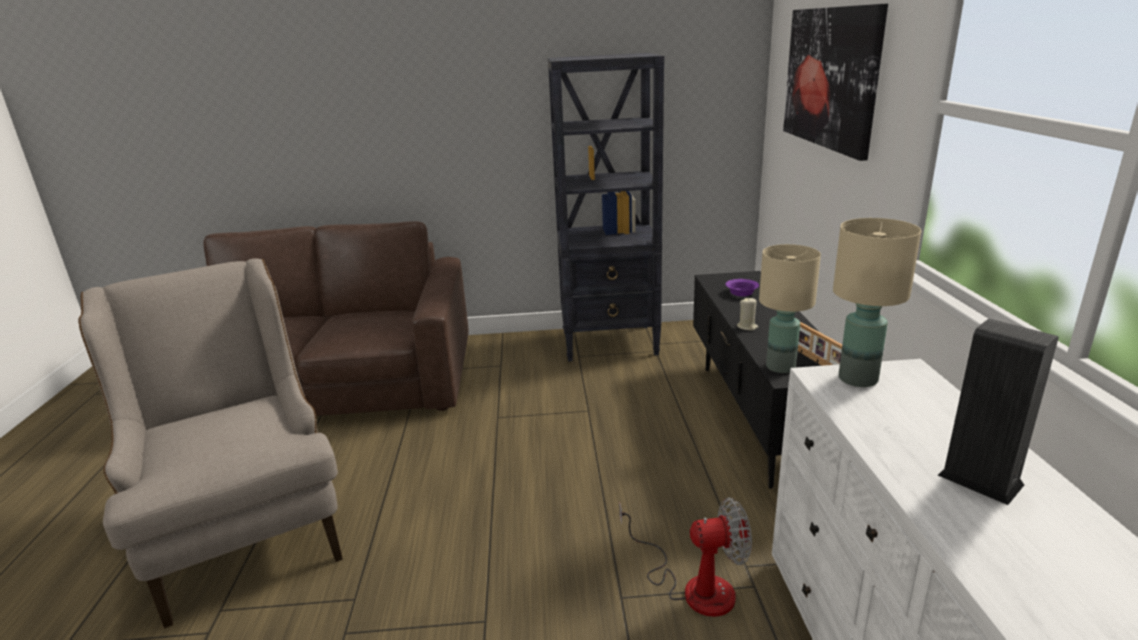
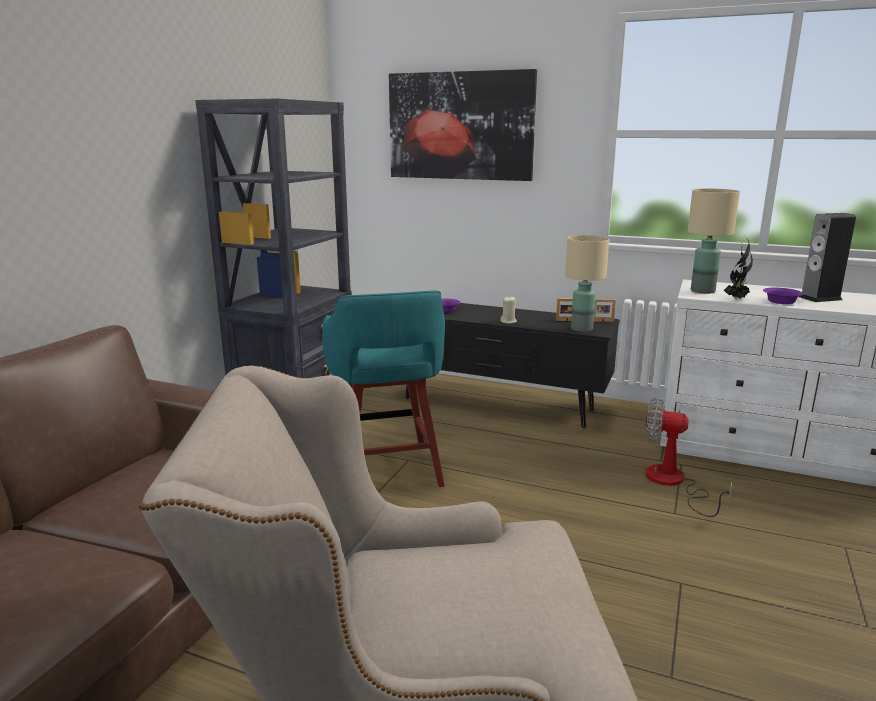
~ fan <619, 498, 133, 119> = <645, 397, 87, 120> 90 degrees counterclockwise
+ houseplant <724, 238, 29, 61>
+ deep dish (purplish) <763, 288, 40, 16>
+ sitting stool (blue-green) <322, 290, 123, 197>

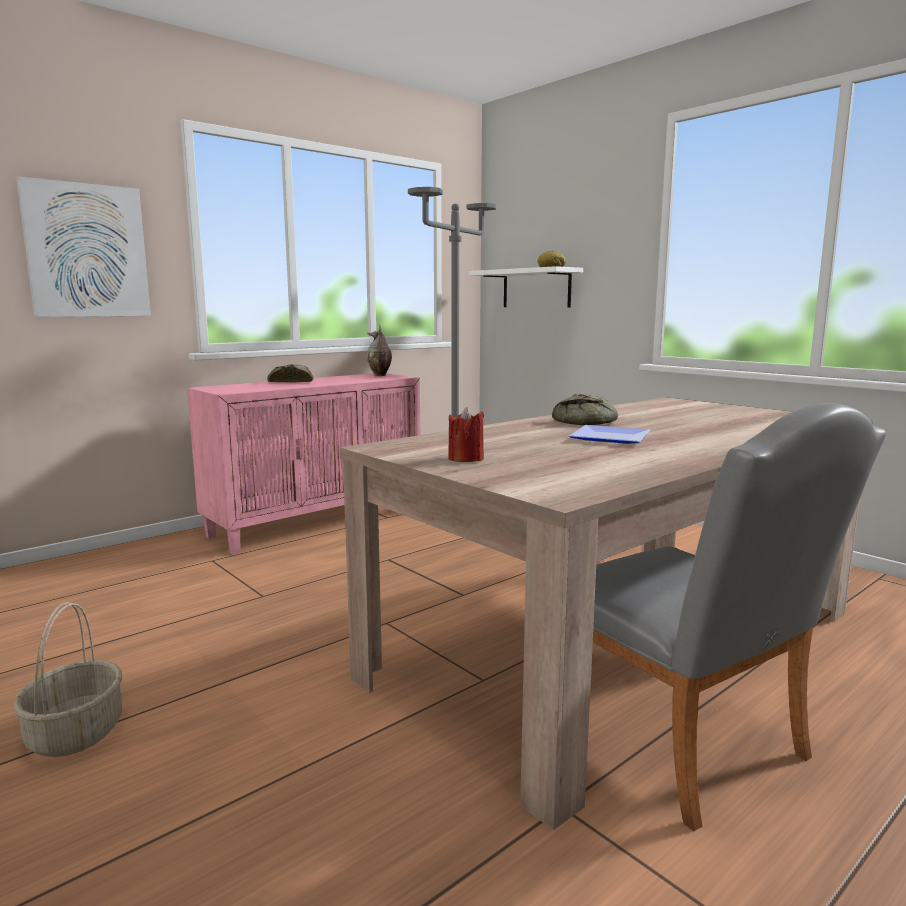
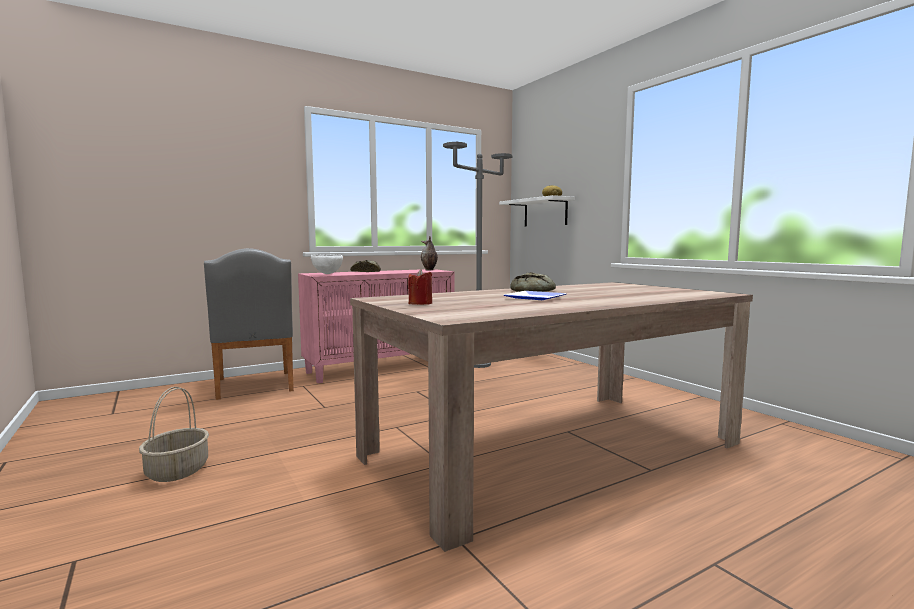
- wall picture <16, 176, 135, 141>
~ upright chair (gray) <593, 403, 293, 428> to <204, 248, 90, 152>
+ deep dish (white) <311, 254, 32, 20>

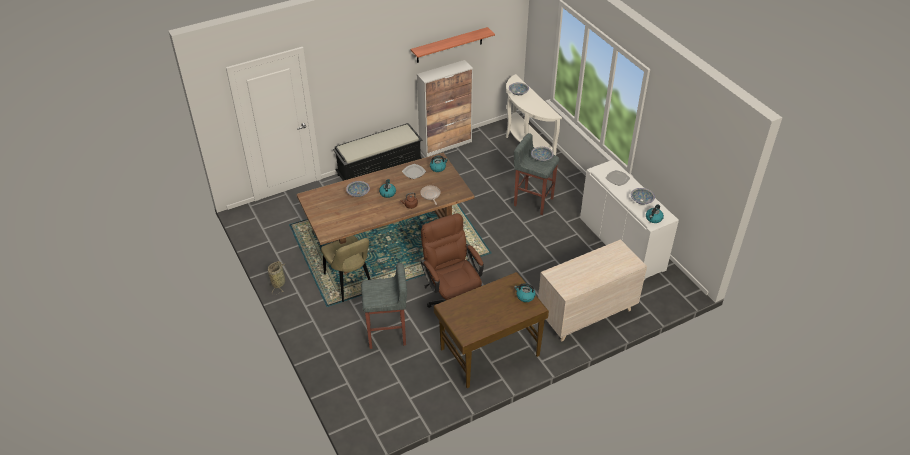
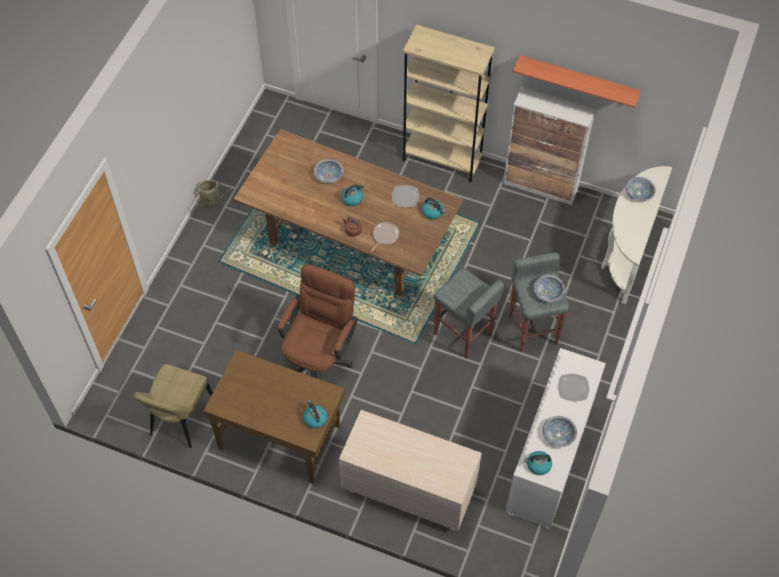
~ long seat (black) <333, 123, 89, 58> to bookcase (sand-coloured) <402, 25, 93, 157>
~ upright chair (sand-coloured) <321, 235, 50, 67> to <134, 364, 79, 84>
~ sitting stool (gray) <361, 263, 46, 86> to <434, 268, 70, 91>

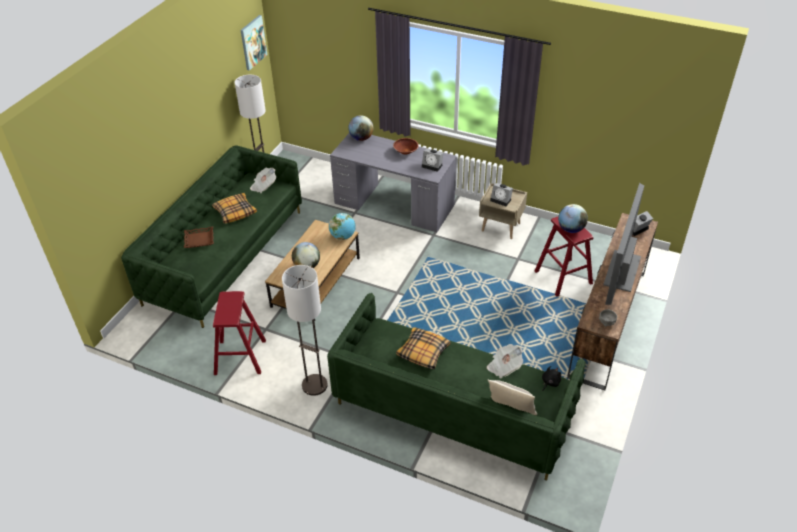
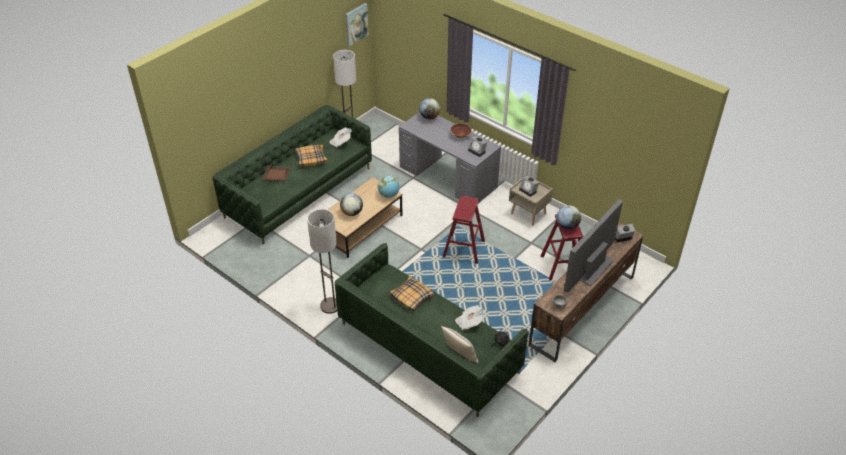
~ sitting stool (red) <213, 291, 53, 84> to <443, 196, 42, 68>

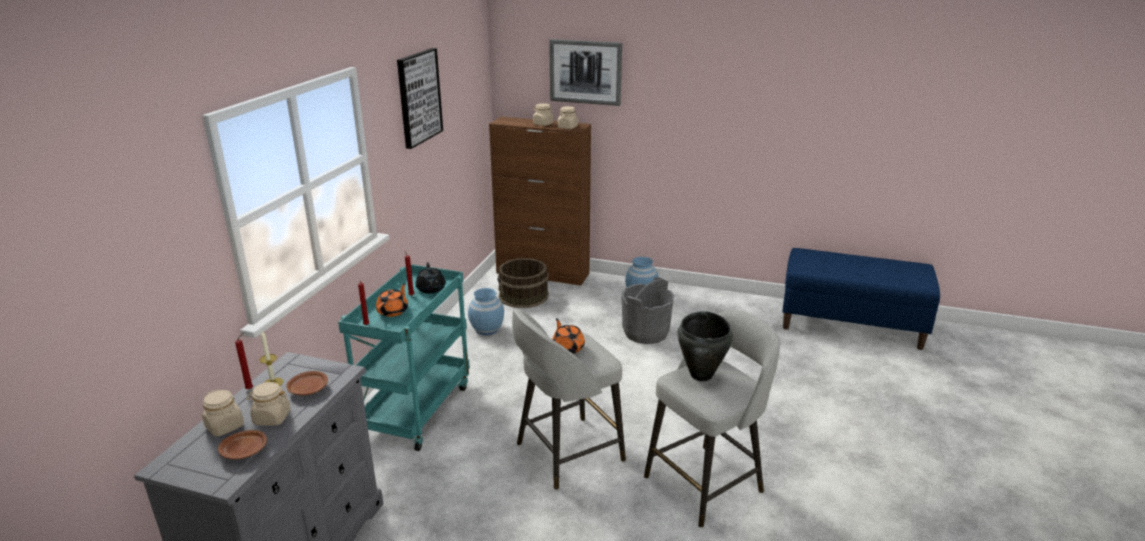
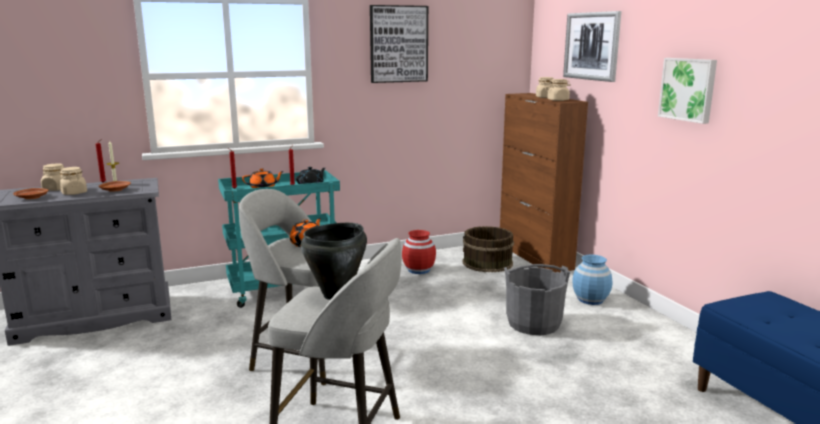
~ flower vase (blue) <468, 288, 36, 47> to flower vase (red) <402, 230, 34, 44>
+ wall picture <658, 58, 59, 66>

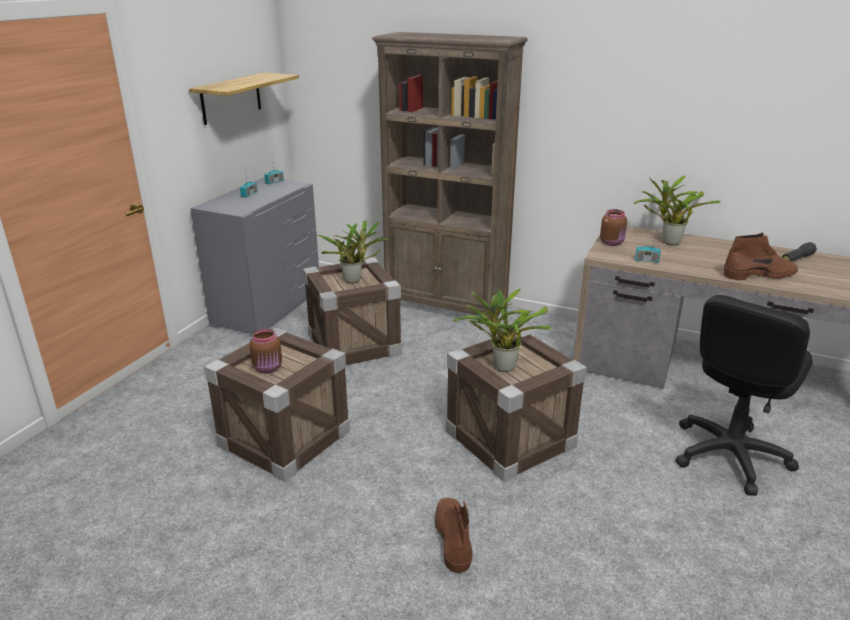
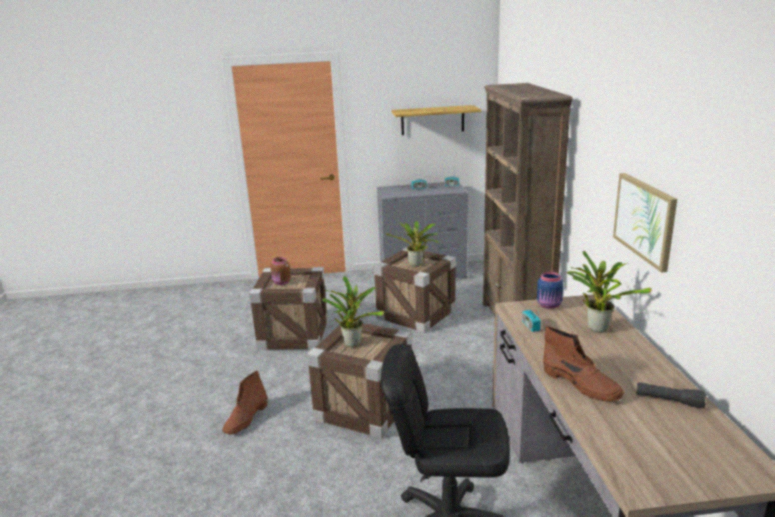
~ storage jar (brownish) <600, 209, 27, 37> to storage jar (blue) <537, 272, 26, 37>
~ boot (brownish) <435, 498, 38, 75> = <223, 371, 45, 64> 150 degrees clockwise
+ wall picture <613, 173, 64, 100>

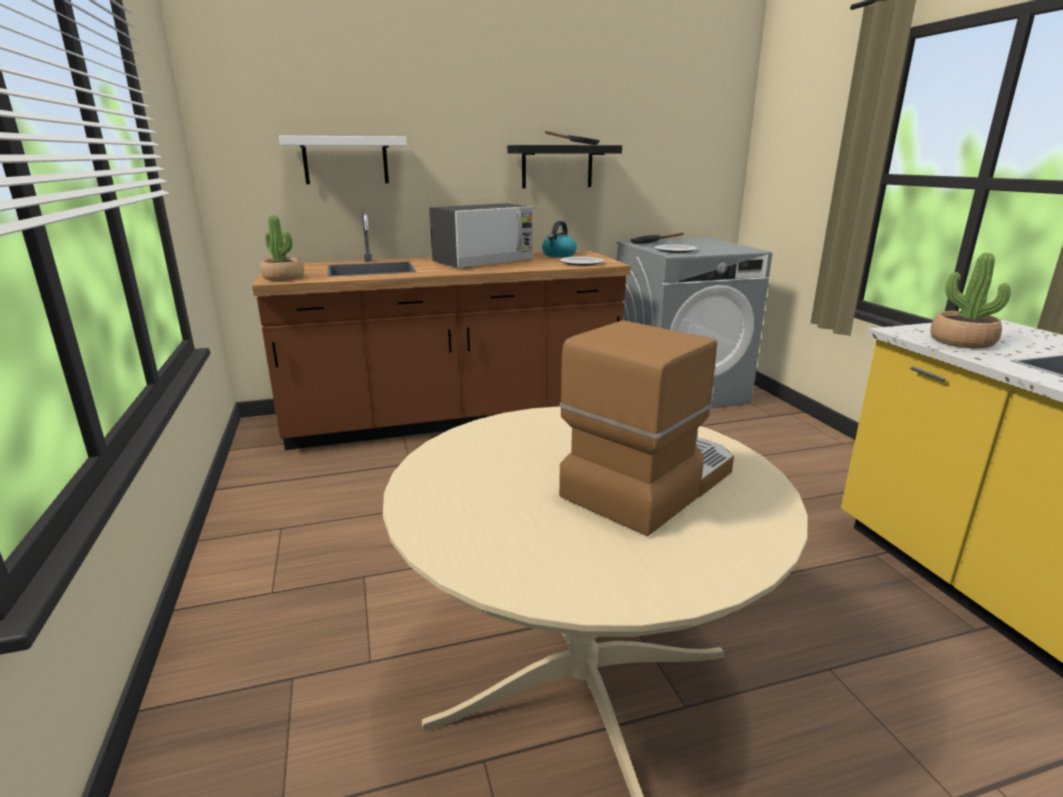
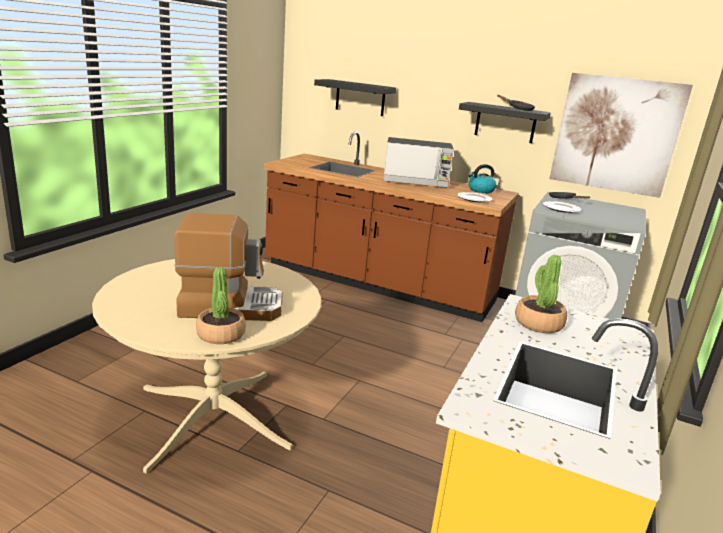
~ bracket shelf (white) <279, 136, 128, 48> to bracket shelf (black) <314, 79, 82, 37>
~ houseplant <260, 215, 44, 66> to <196, 267, 50, 77>
+ wall picture <549, 73, 144, 125>

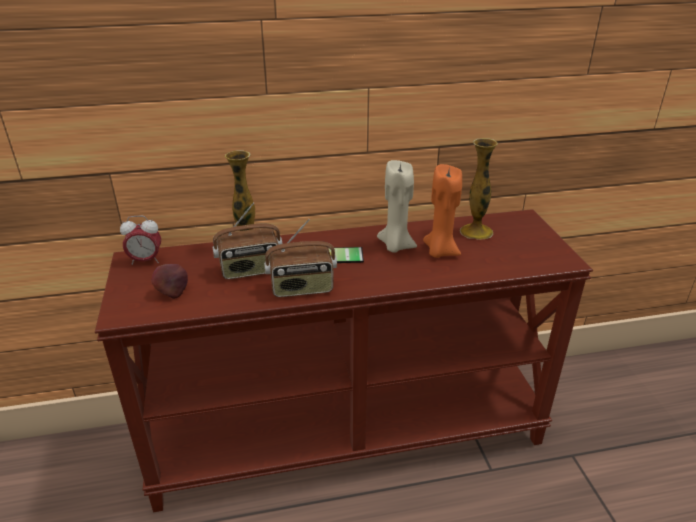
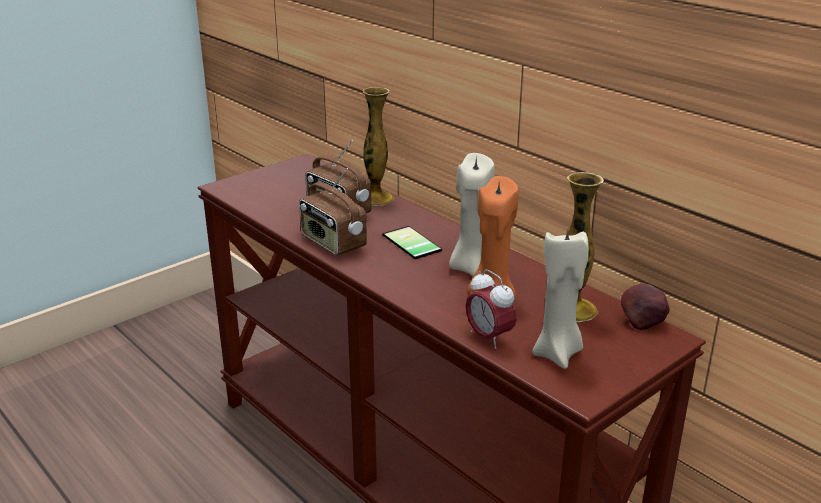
~ alarm clock <120, 215, 41, 50> to <466, 270, 51, 79>
~ whole apple <151, 264, 37, 35> to <621, 283, 49, 47>
+ wax light (sand-coloured) <532, 230, 57, 139>

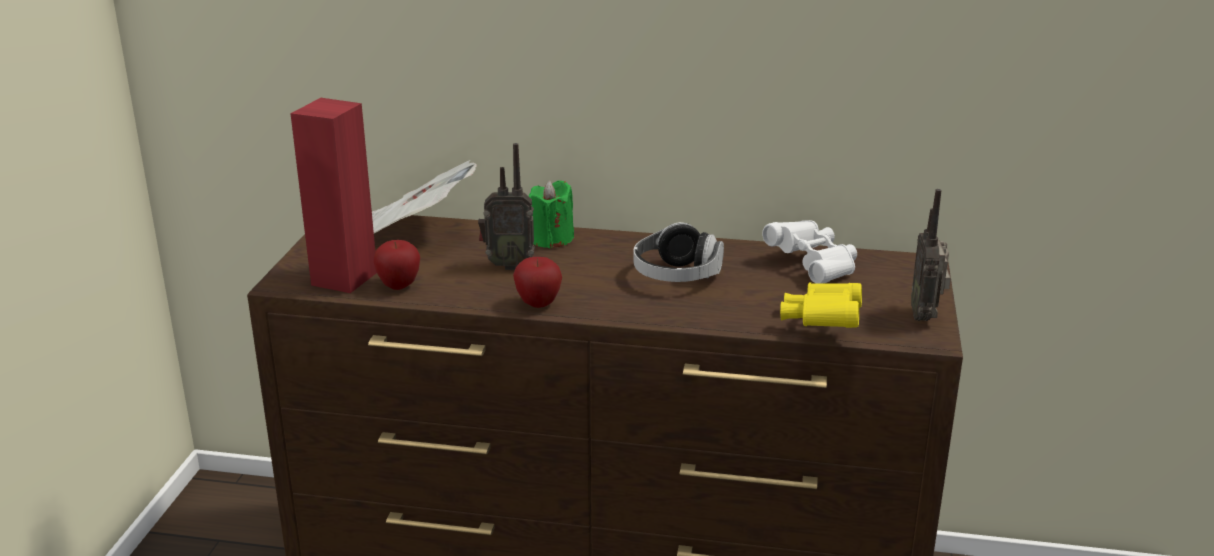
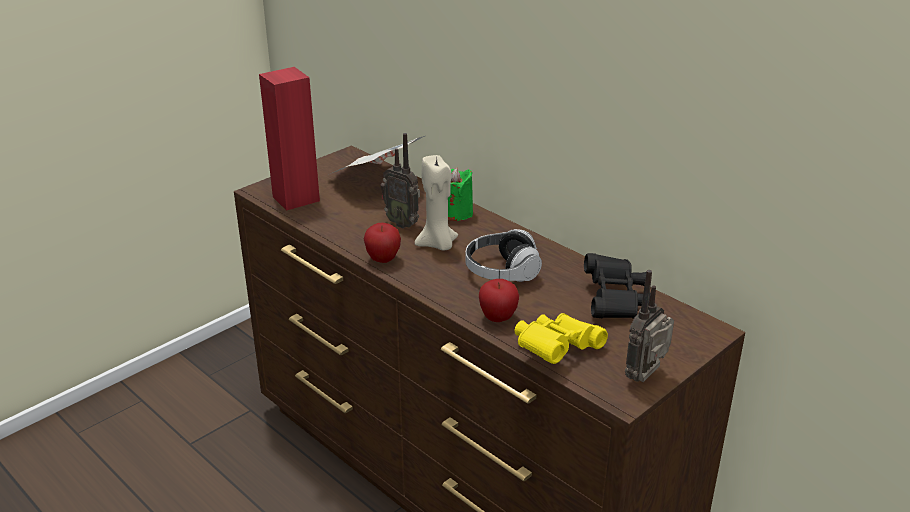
~ pair of binoculars (white) <762, 220, 95, 64> to pair of binoculars (black) <584, 253, 66, 66>
~ whole apple <374, 240, 46, 50> to <479, 279, 40, 43>
+ wax light (sand-coloured) <415, 155, 43, 95>

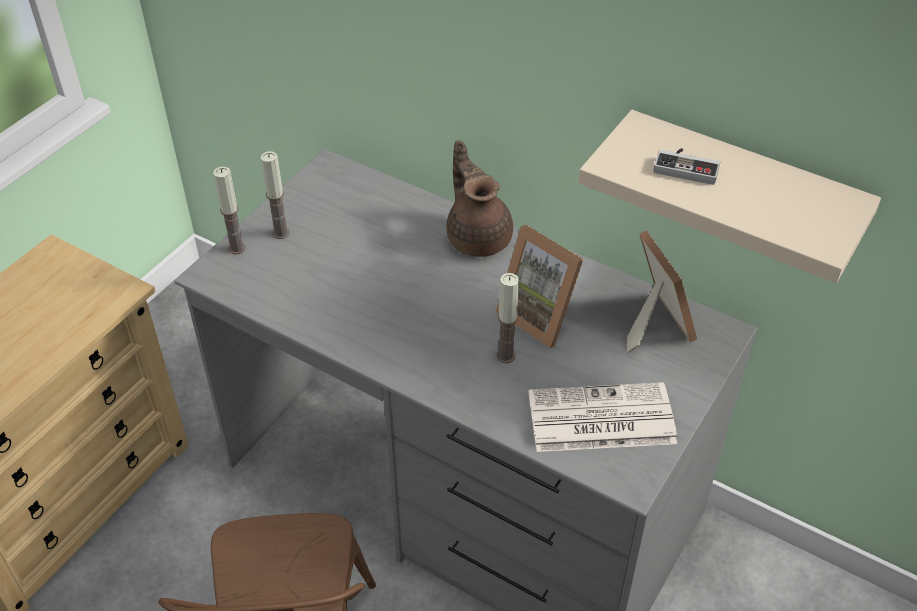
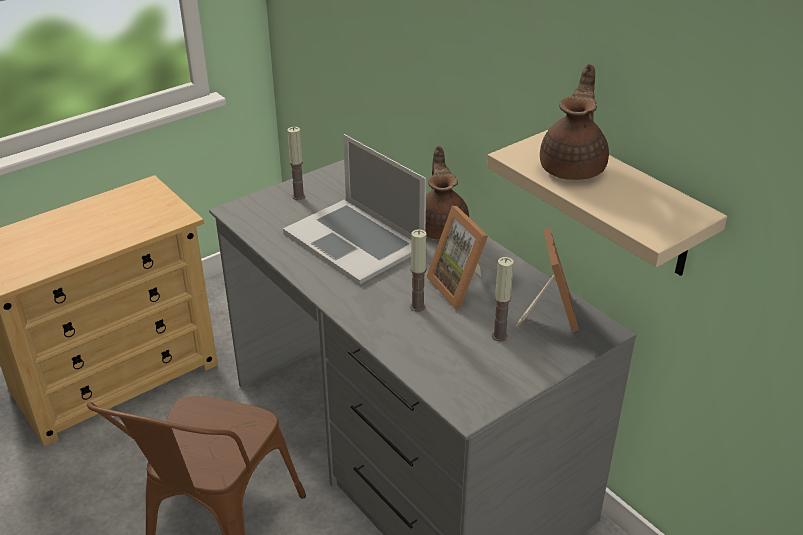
~ game controller <653, 148, 67, 37> to teapot (brownish) <540, 64, 69, 116>
~ wax light <213, 167, 33, 88> to <492, 257, 22, 84>
- daily paper <529, 382, 148, 70>
+ notebook computer <283, 134, 143, 150>

